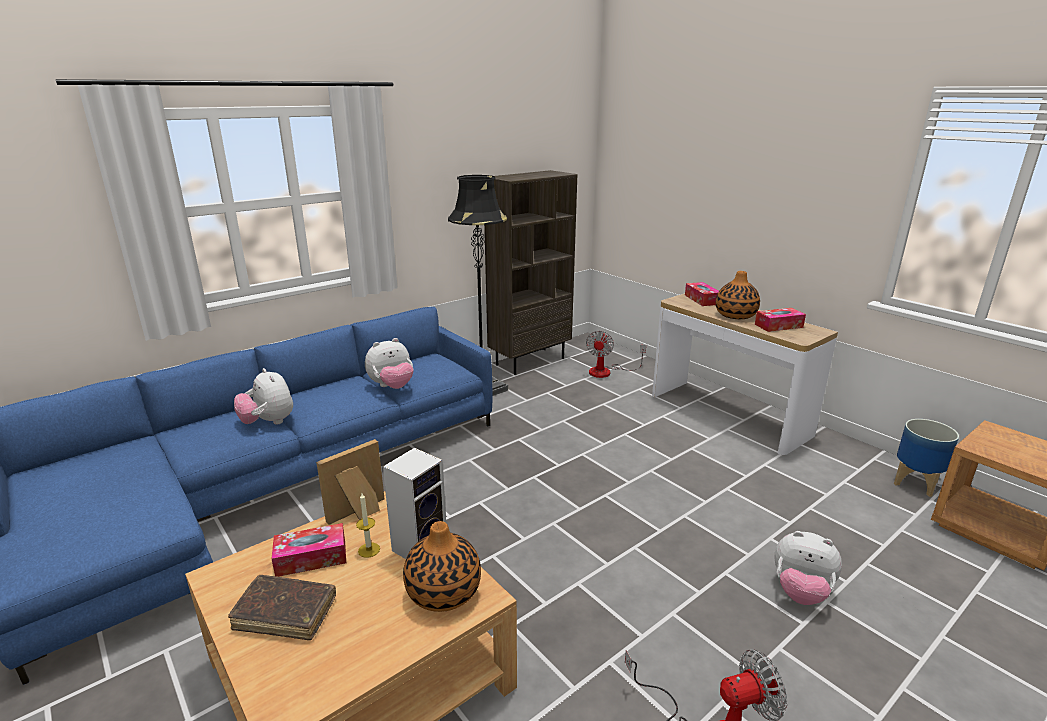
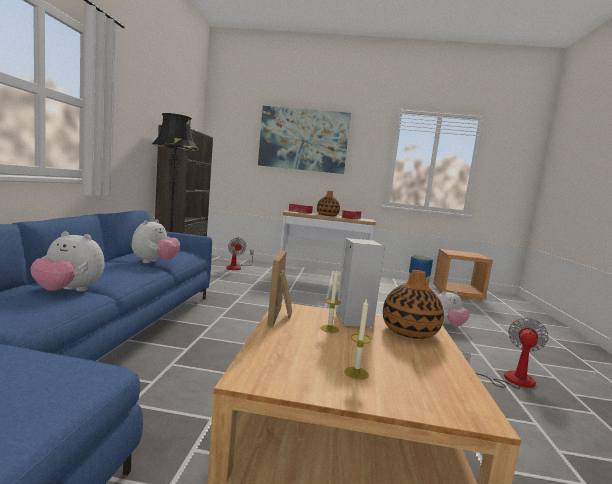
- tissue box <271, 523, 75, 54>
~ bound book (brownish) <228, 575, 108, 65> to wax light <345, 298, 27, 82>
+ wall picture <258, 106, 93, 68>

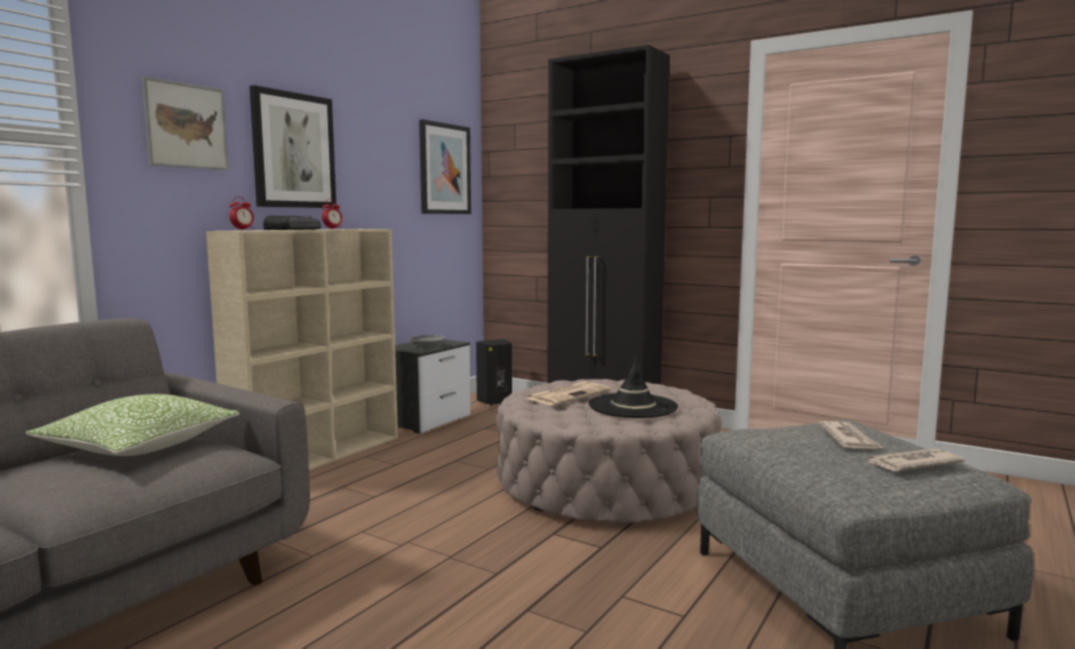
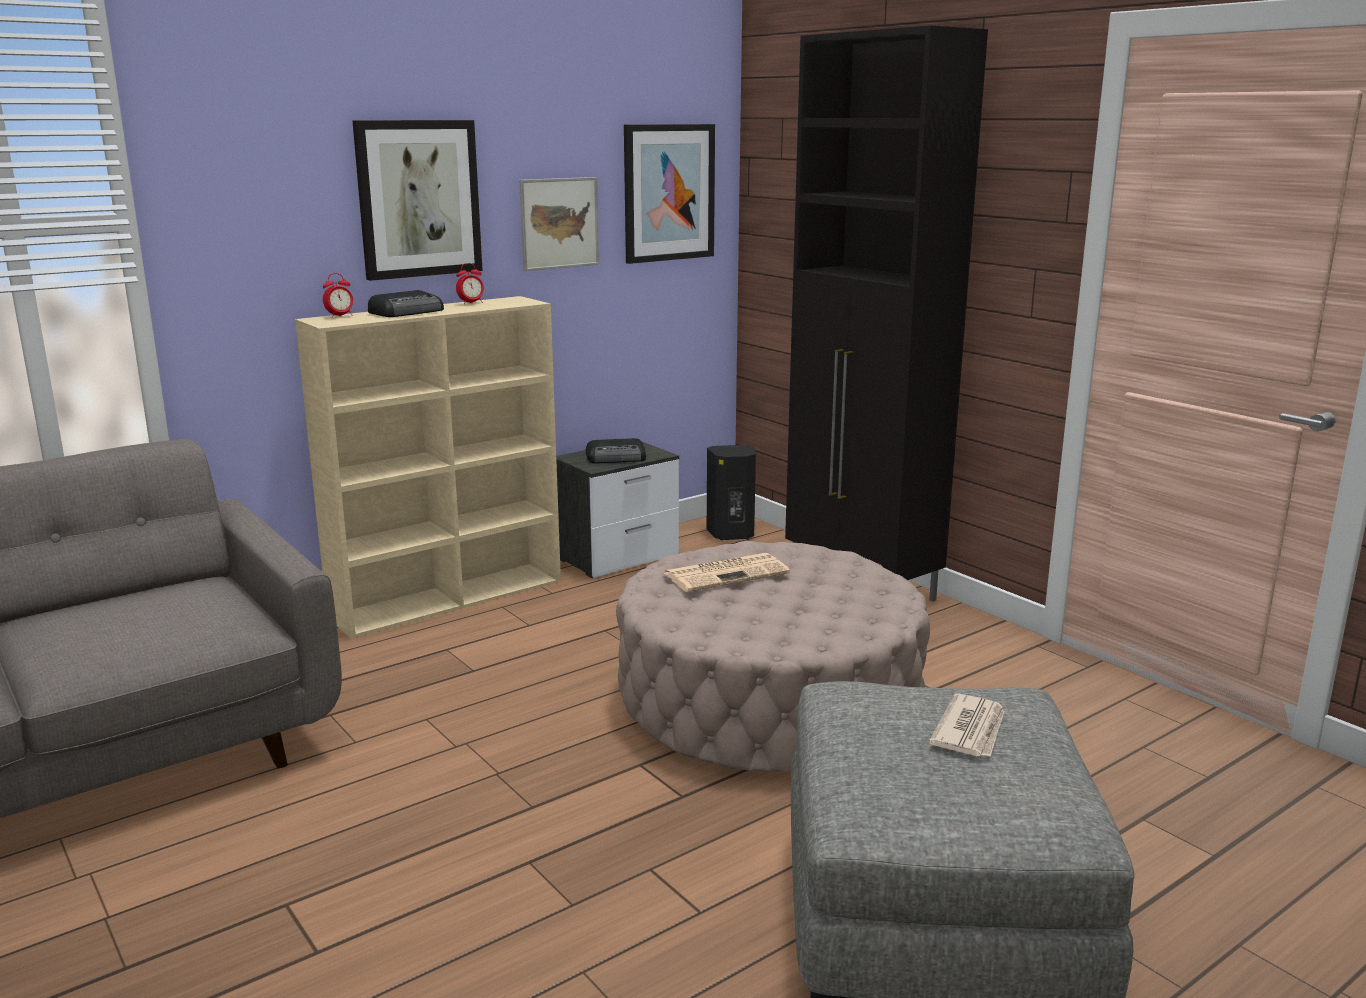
~ wall picture <142, 77, 87, 93> to <519, 177, 80, 94>
~ deep dish (gray) <410, 335, 36, 13> to radio set <586, 438, 60, 25>
- wearable hat (black) <589, 354, 89, 64>
- throw pillow <25, 394, 215, 62>
- daily paper <865, 448, 100, 23>

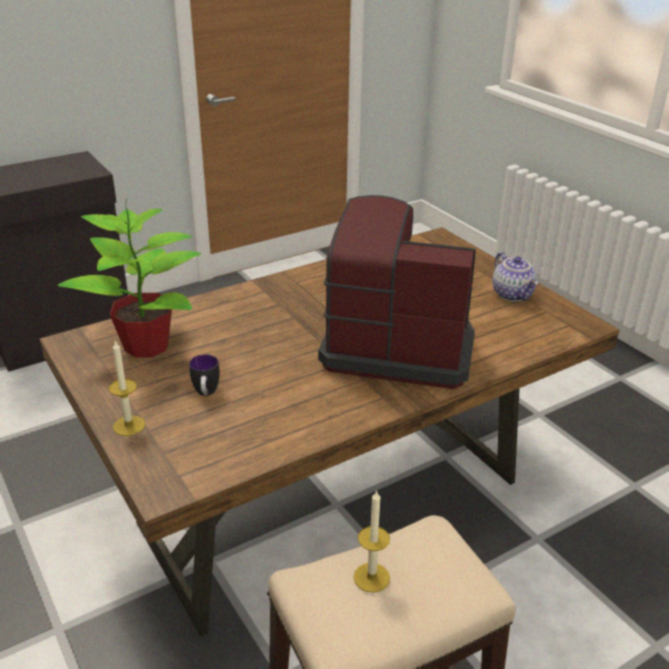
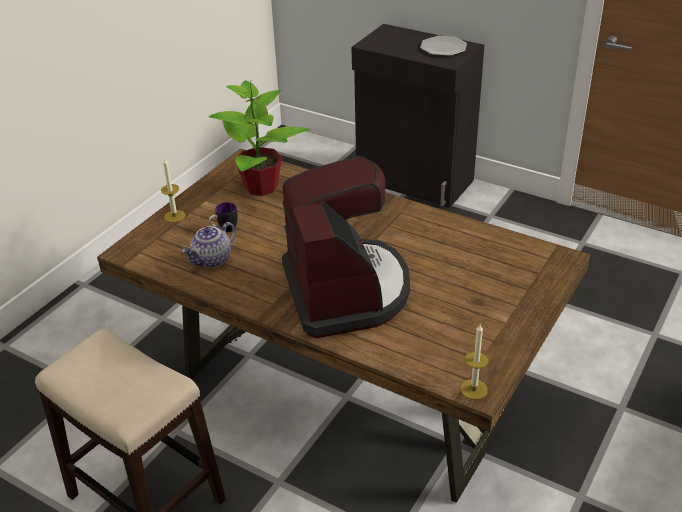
~ teapot <492, 252, 46, 50> to <182, 222, 54, 46>
~ wax light <353, 490, 37, 103> to <460, 324, 29, 76>
+ flat dish <420, 36, 47, 20>

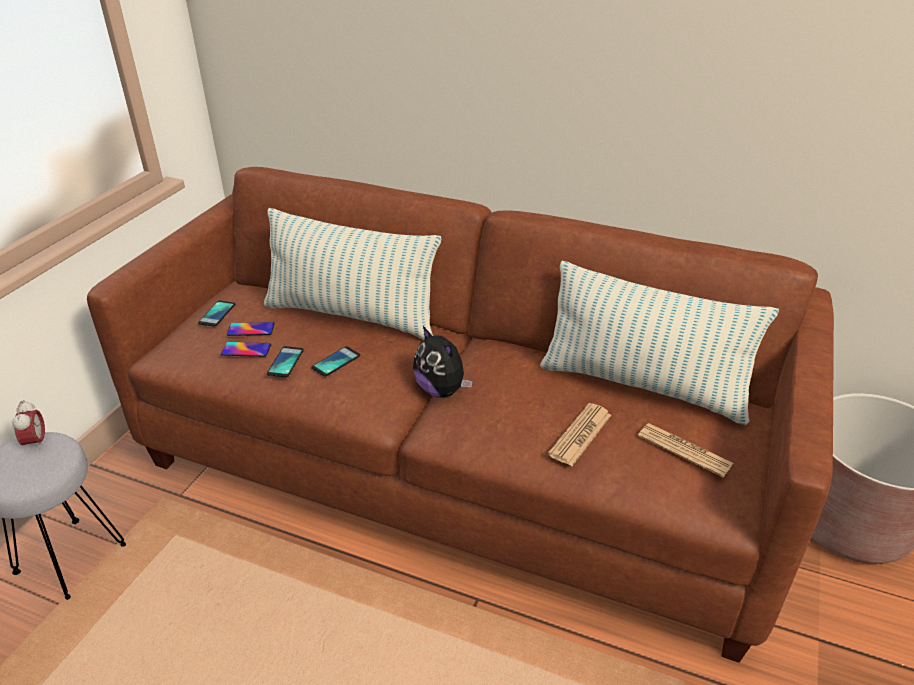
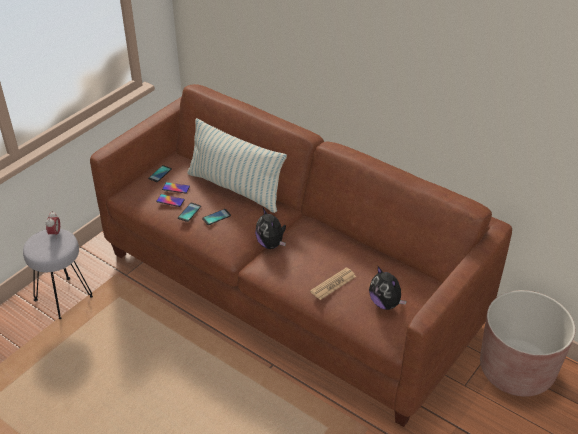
- throw pillow <540, 261, 239, 164>
~ daily paper <638, 423, 95, 54> to cuddly toy <369, 267, 38, 43>

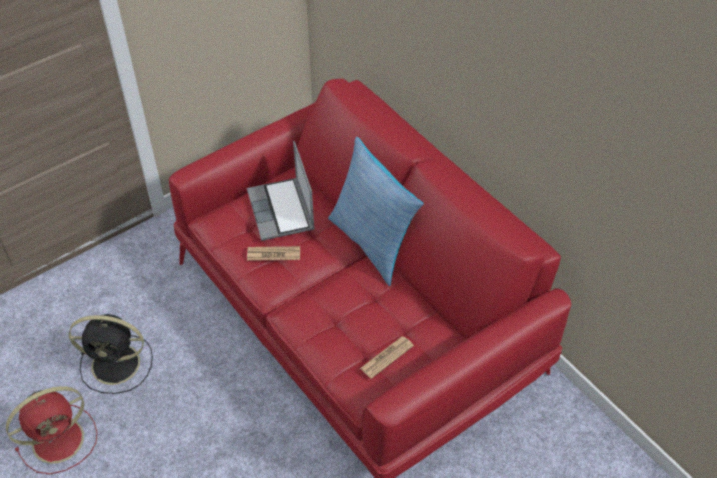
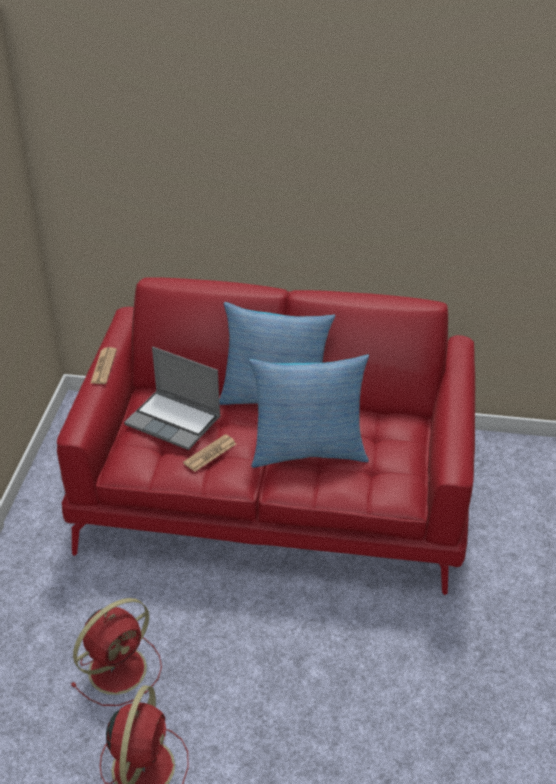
~ fan (black) <69, 314, 84, 80> to fan (red) <71, 598, 91, 108>
~ daily paper <360, 336, 54, 43> to <91, 347, 26, 37>
+ throw pillow <249, 354, 120, 114>

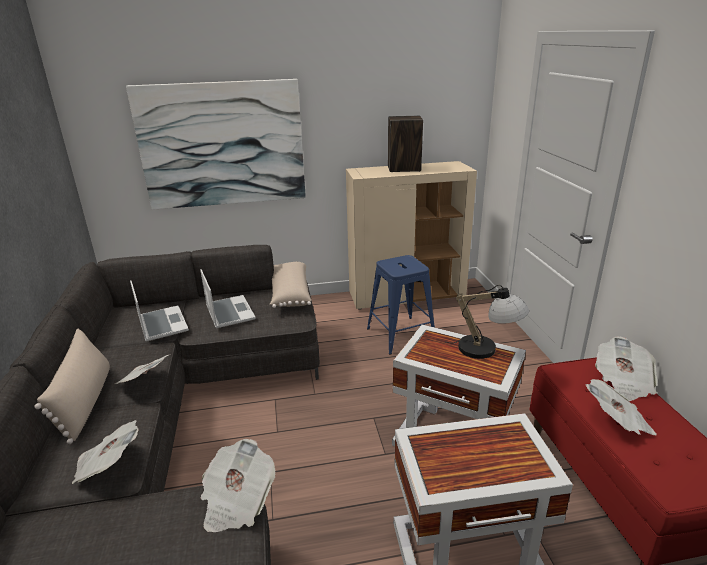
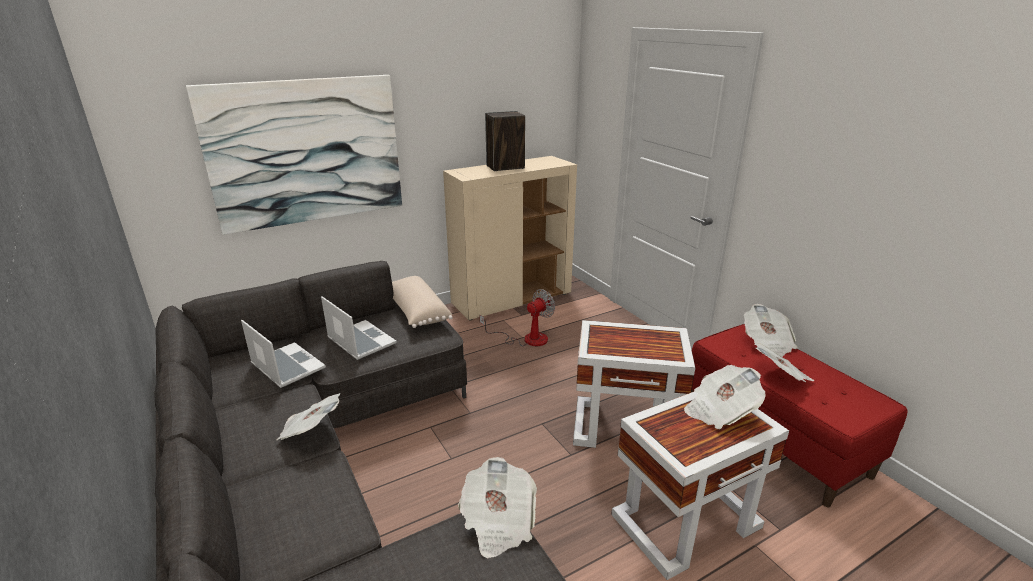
~ sitting stool (blue) <367, 255, 68, 99> to fan <480, 289, 75, 57>
- table lamp <446, 285, 83, 74>
- throw pillow (sand-coloured) <34, 328, 76, 116>
~ daily paper <72, 420, 67, 64> to <684, 365, 82, 64>

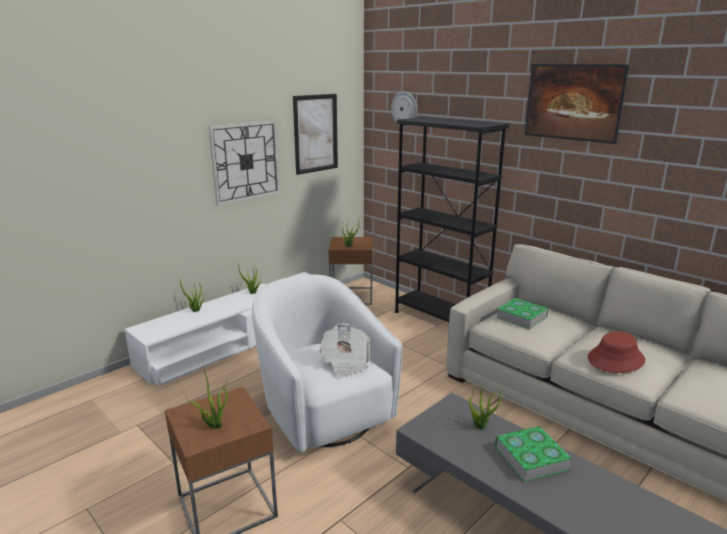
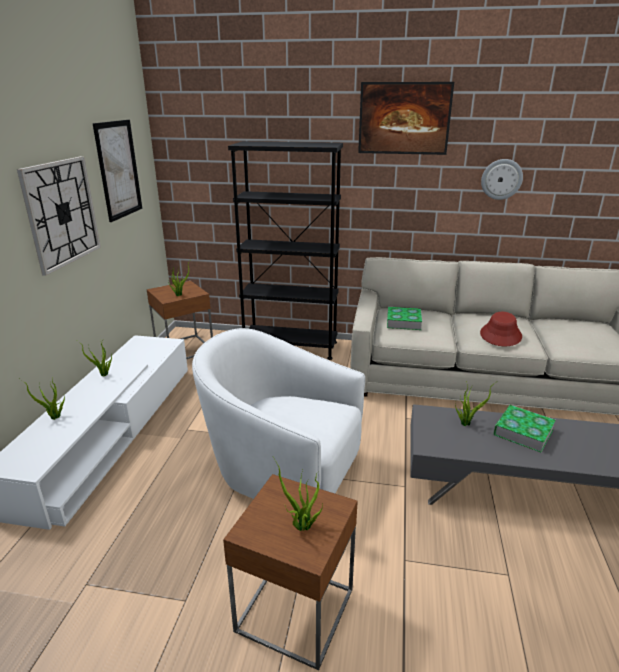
~ wall clock <391, 91, 26, 36> to <481, 159, 42, 41>
- daily paper <320, 323, 50, 55>

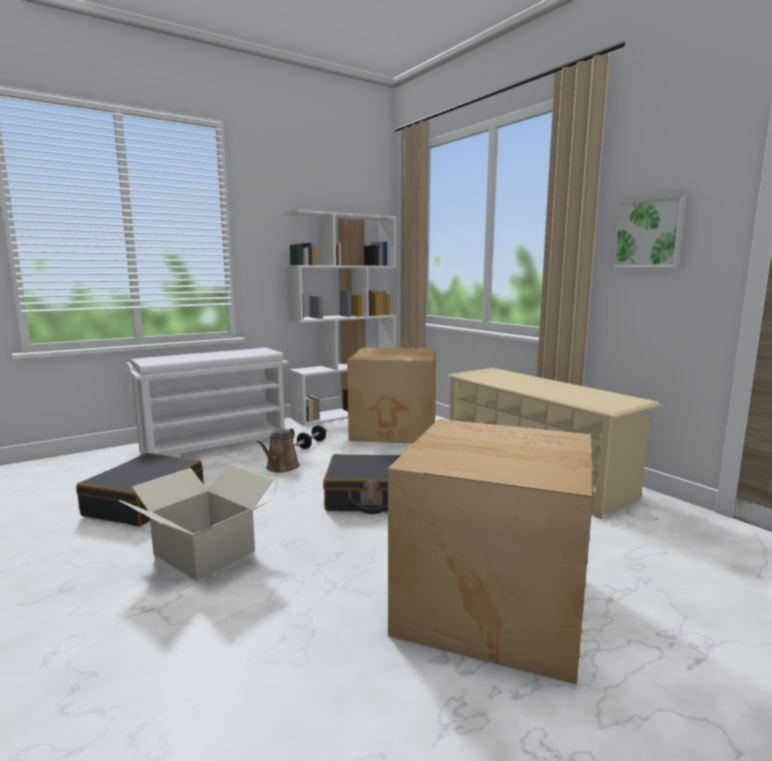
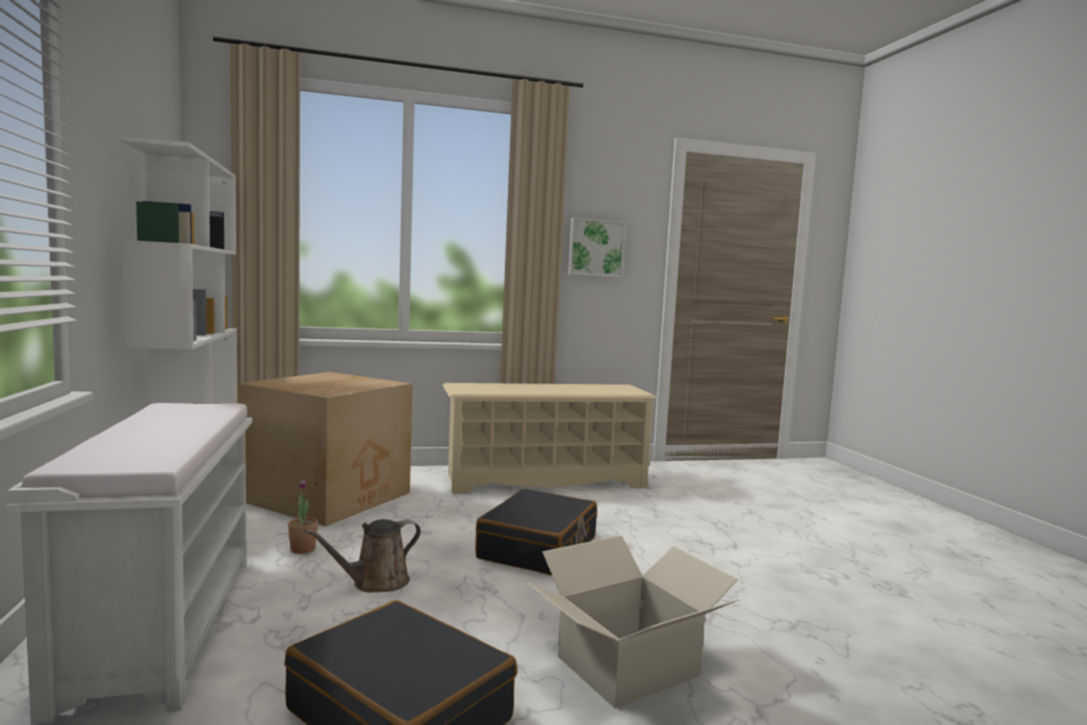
- packing box <388, 419, 205, 266>
~ dumbbell <295, 425, 32, 24> to houseplant <288, 480, 30, 74>
~ watering can (brownish) <256, 428, 44, 45> = <304, 519, 117, 74> 105 degrees clockwise

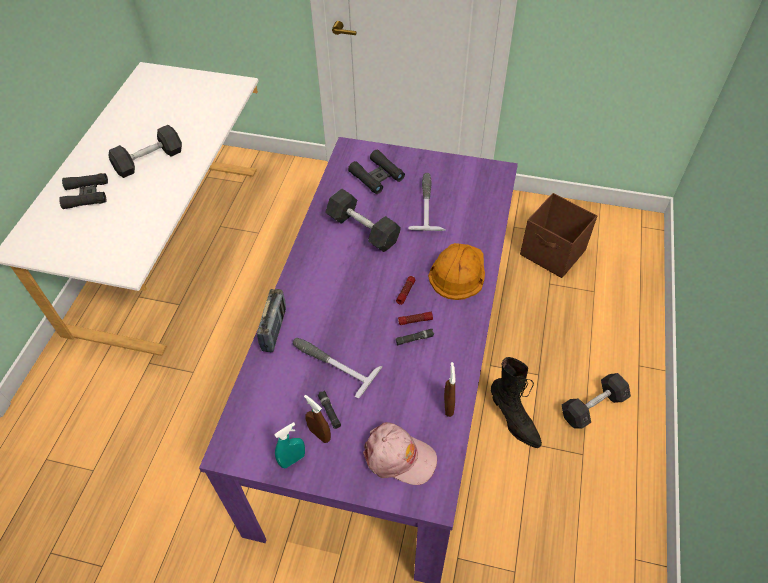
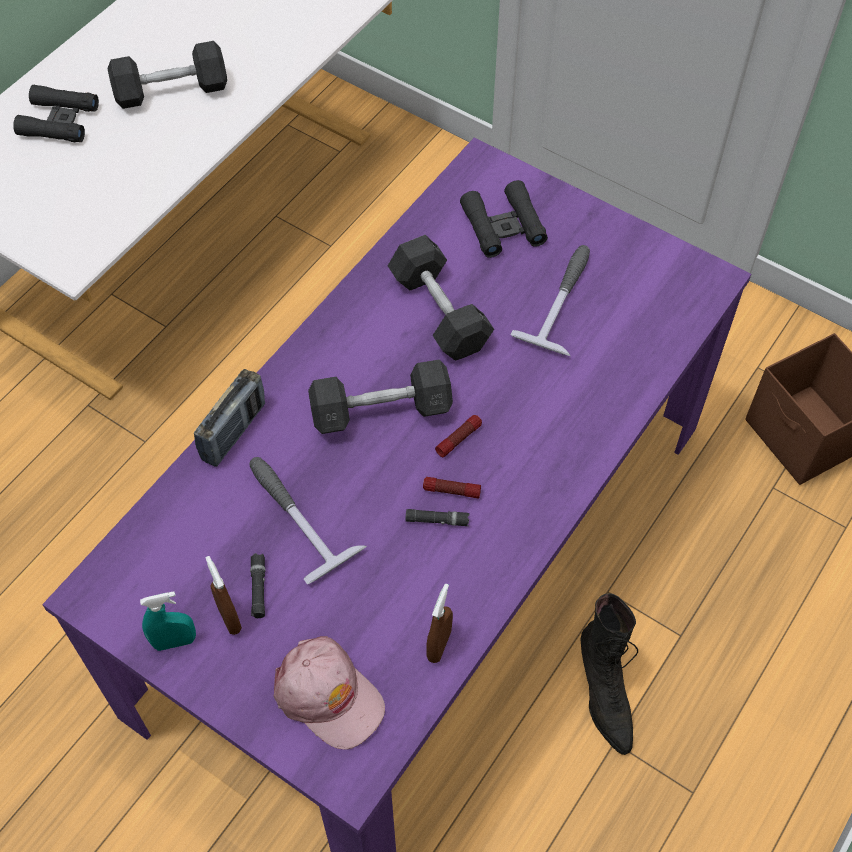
- hard hat (orange) <428, 243, 57, 57>
~ dumbbell (gray) <562, 373, 69, 55> to <308, 359, 145, 75>

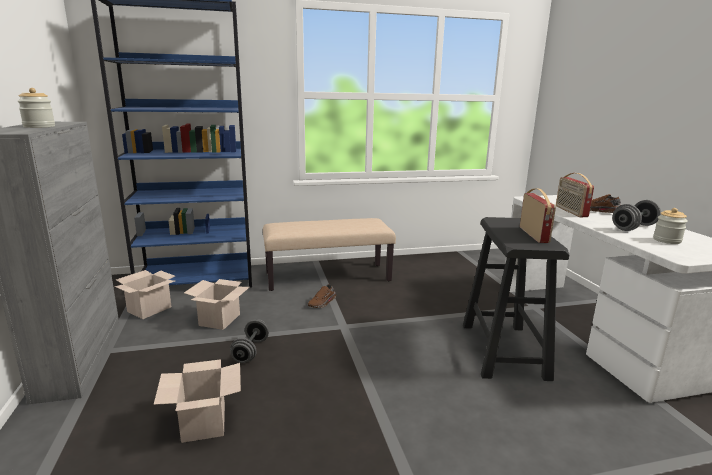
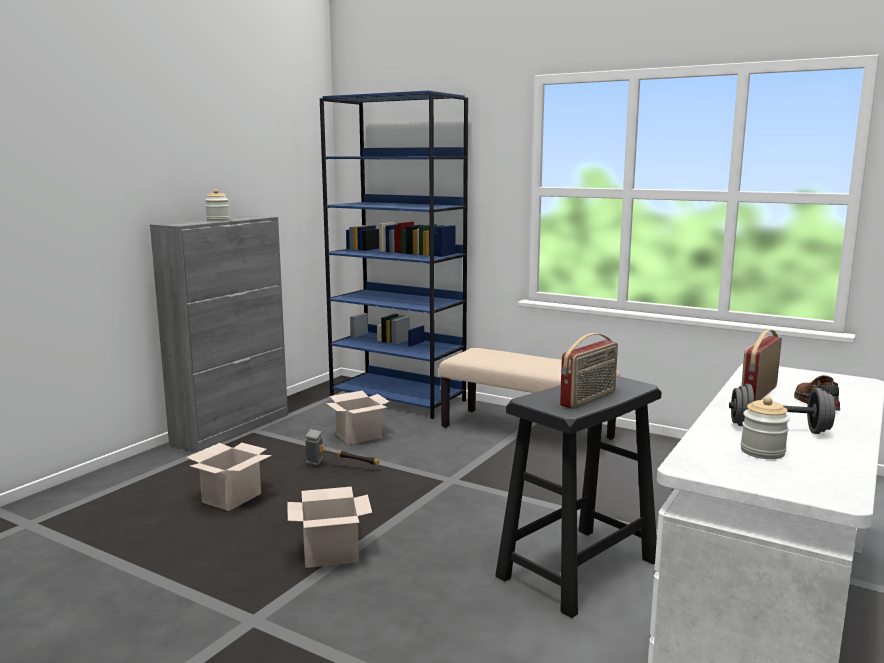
~ packing box <114, 270, 61, 49> to <287, 487, 85, 81>
- shoe (brownish) <308, 284, 28, 24>
~ dumbbell (gray) <230, 319, 39, 44> to tool hammer <305, 429, 75, 37>

